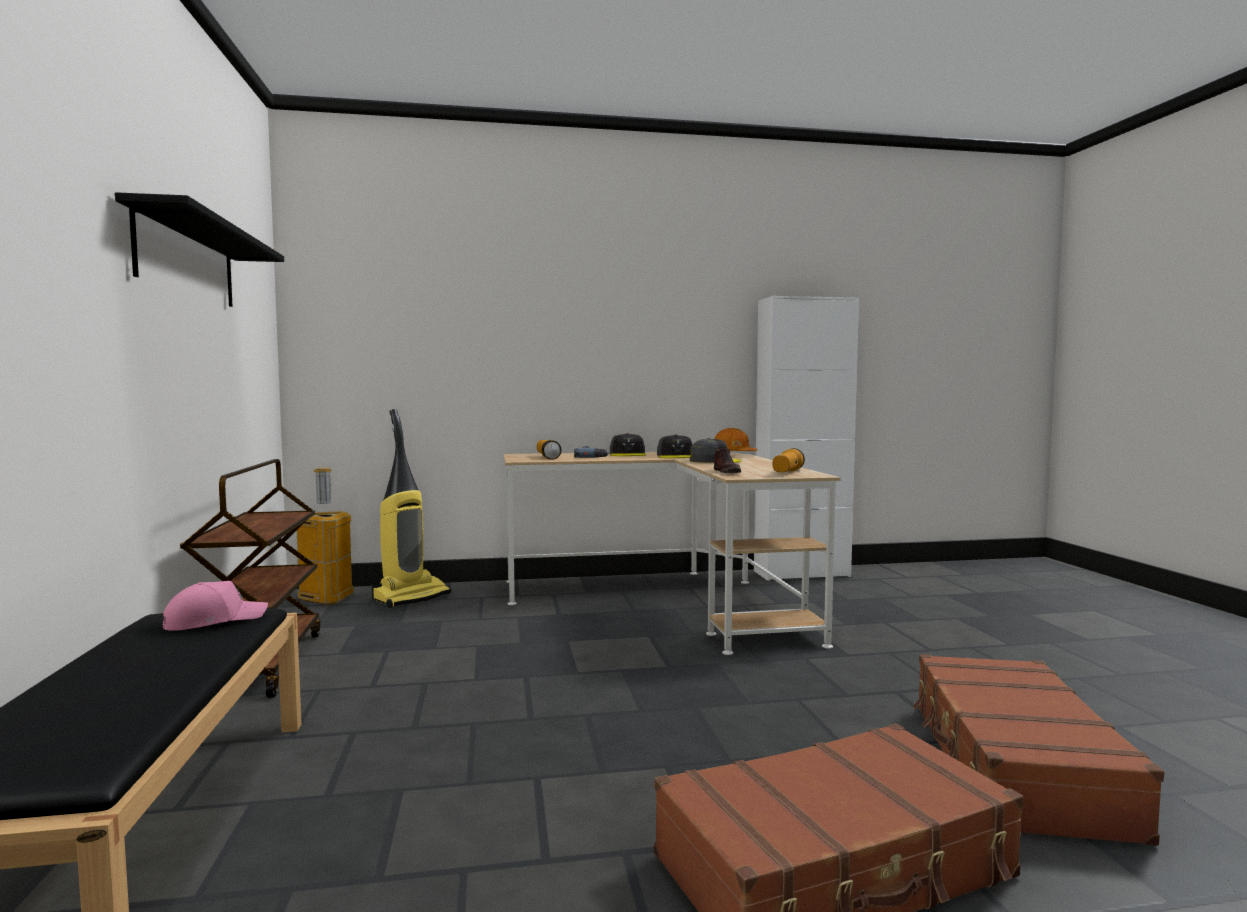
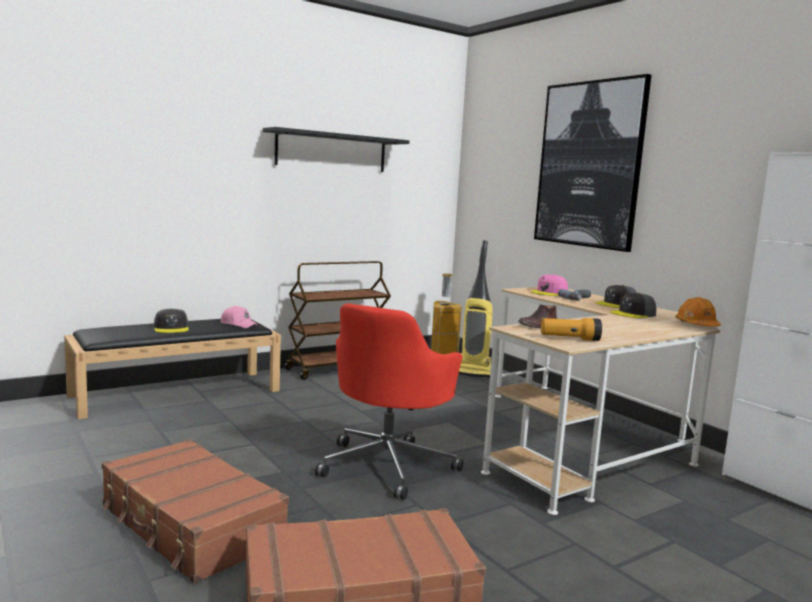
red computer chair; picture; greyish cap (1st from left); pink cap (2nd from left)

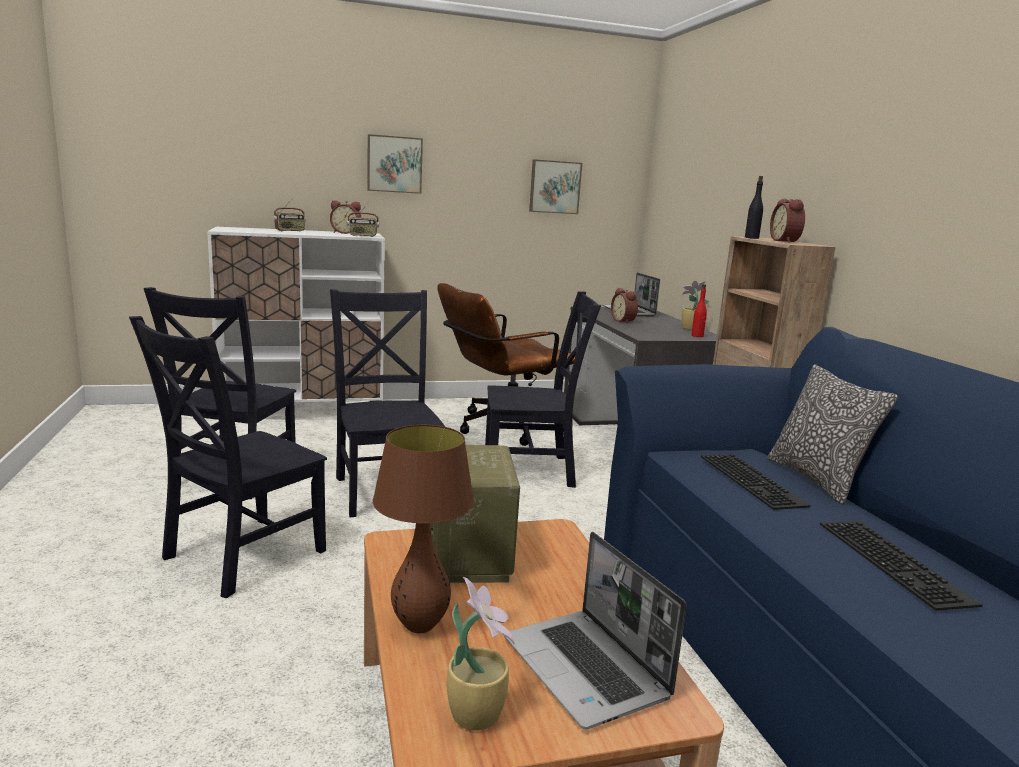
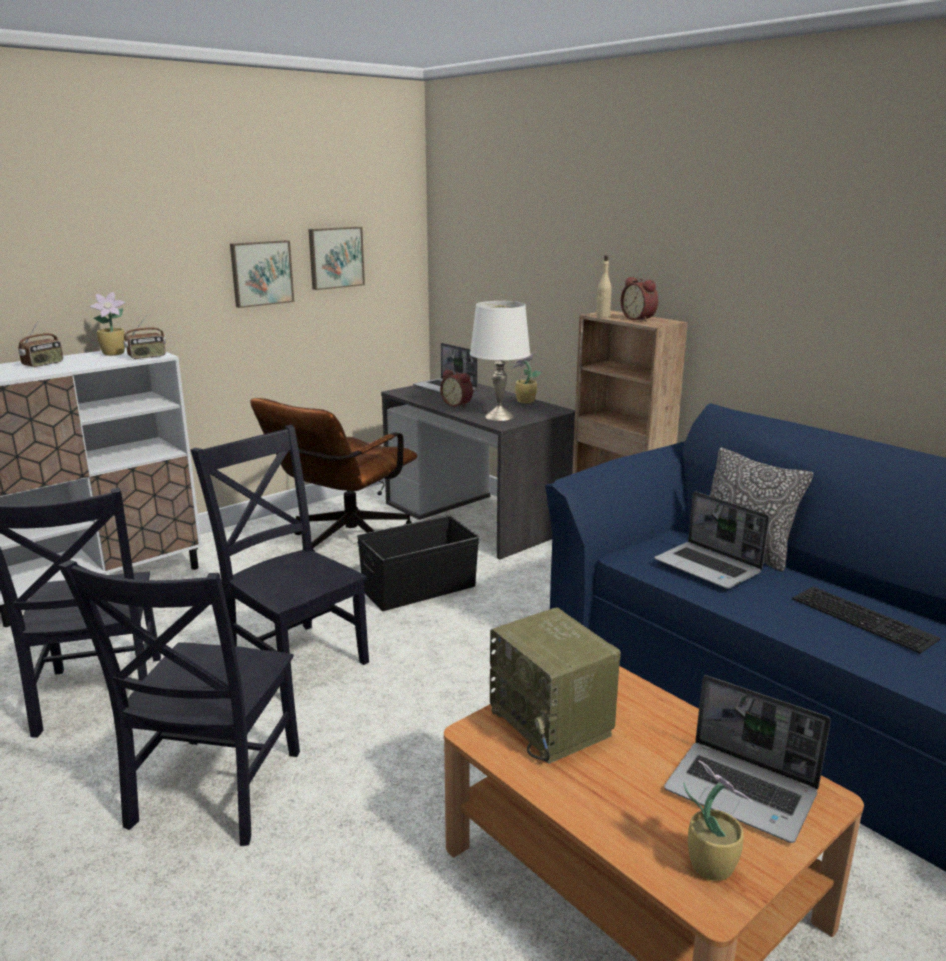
brown-coloured lamp for a table; red beverage bottle; white lamp for a table; picture (1st from left); potted plant (1st from left); black-coloured storage box; portable computer (2nd from left); sand-coloured beverage bottle

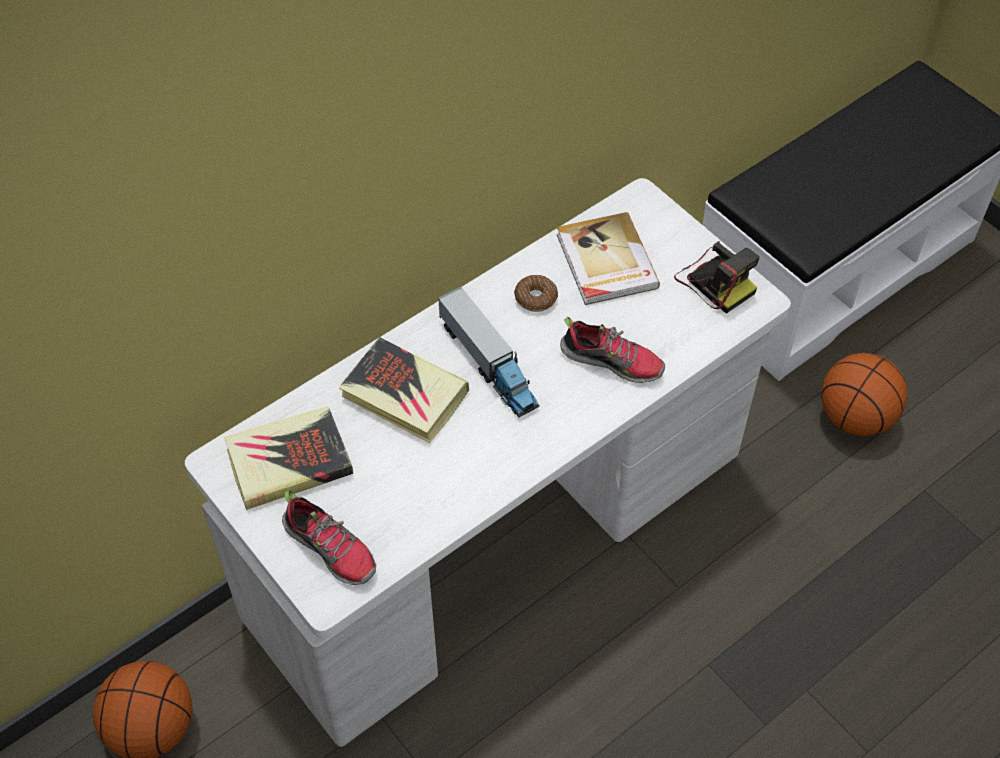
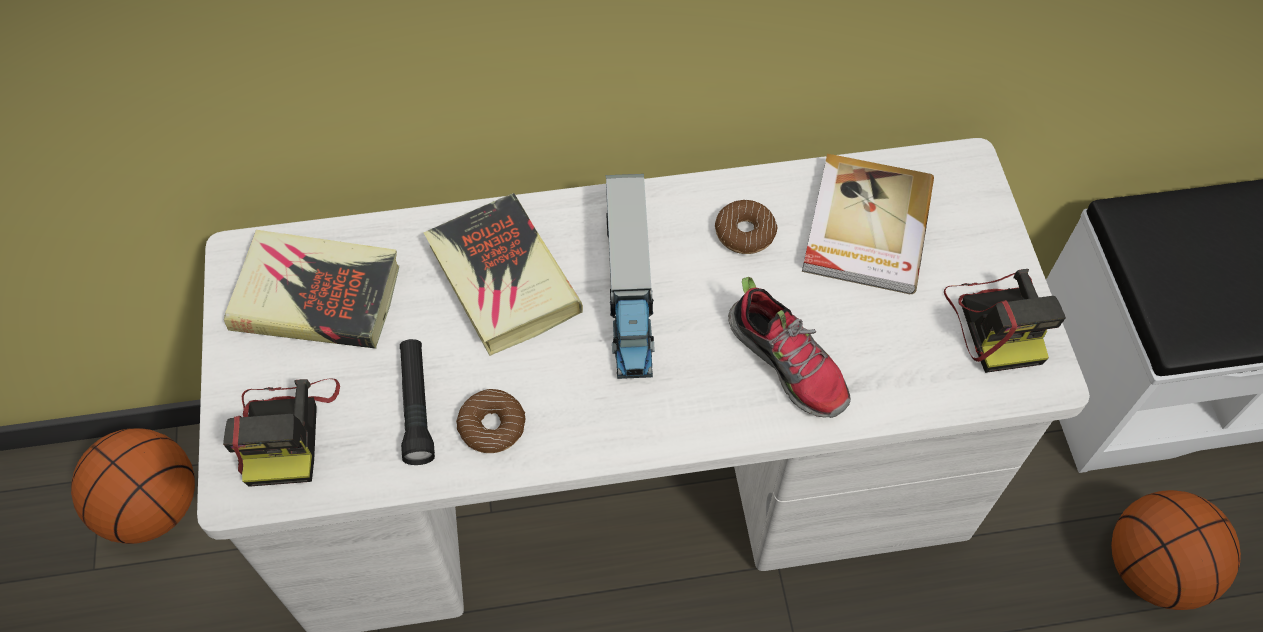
black-coloured hand torch; doughnut (1st from left); photo camera (1st from left)

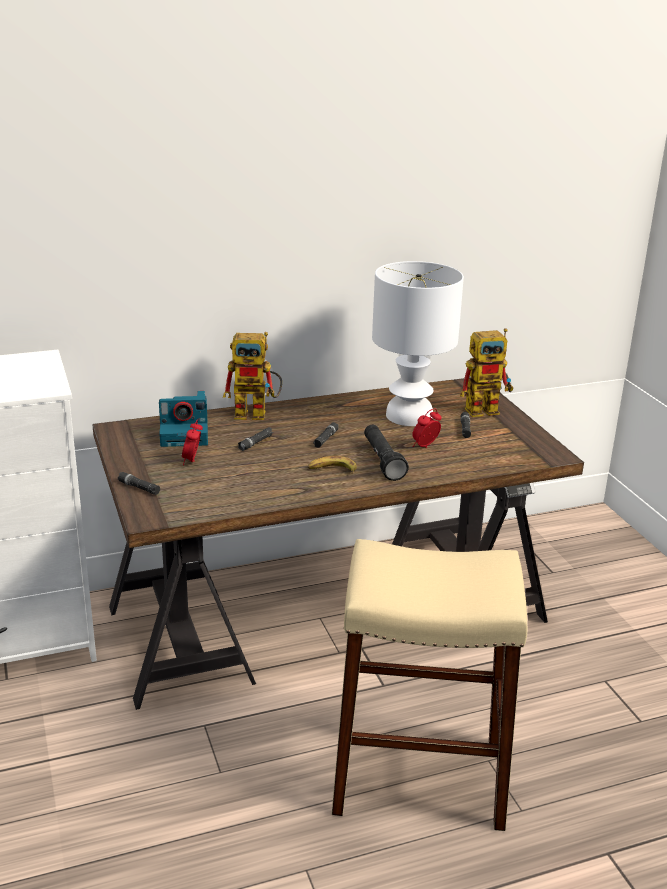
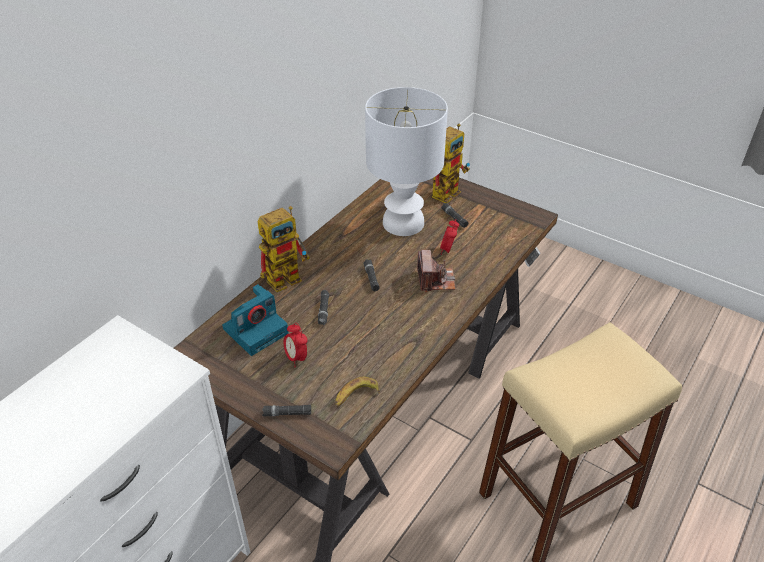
whole banana; photo camera (2nd from left)

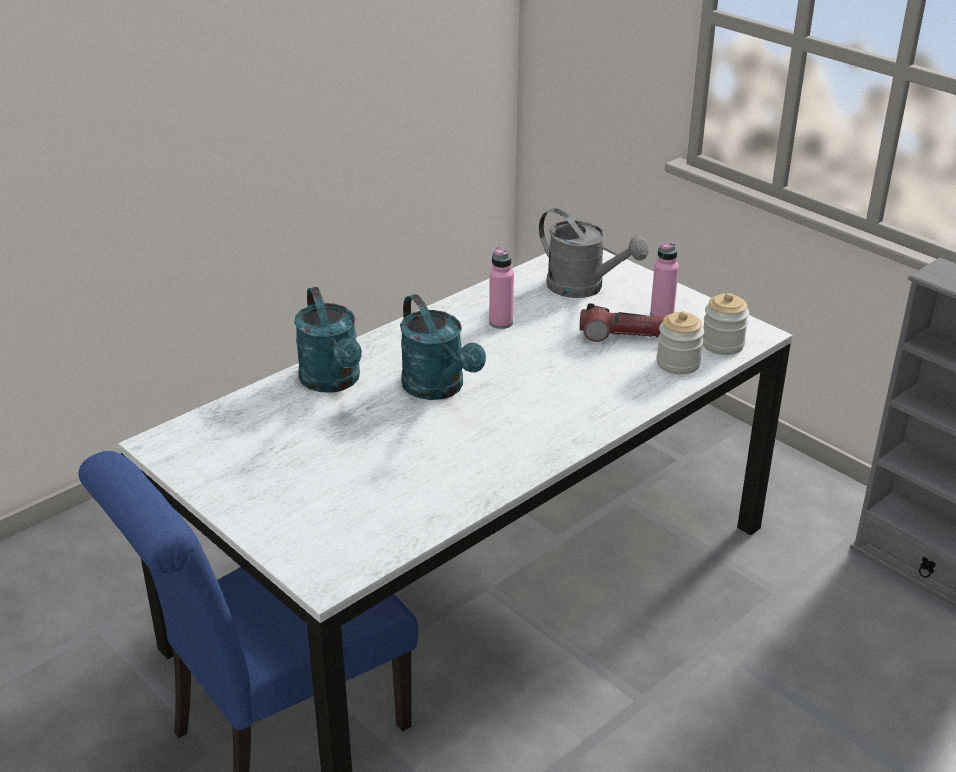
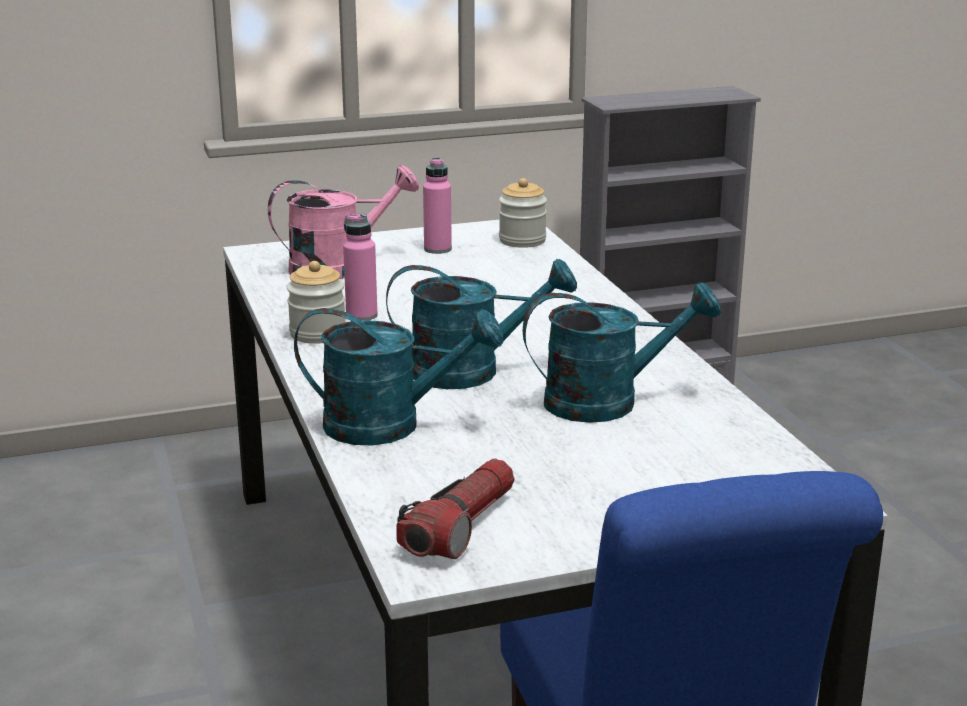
turquoise watering pot (3rd from left); hand torch; jar (1st from left); pink watering pot

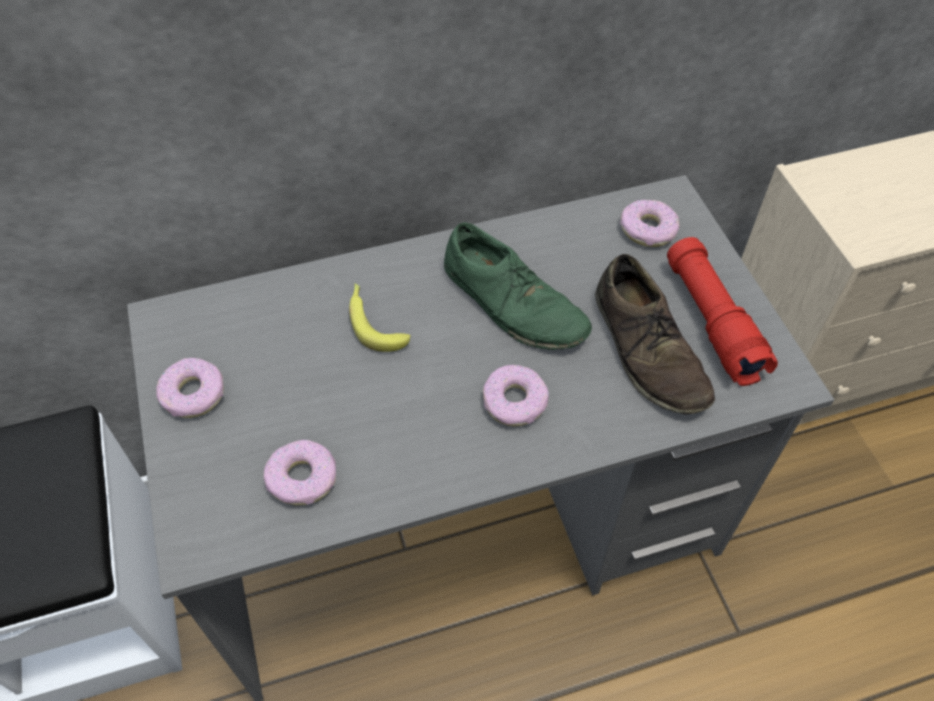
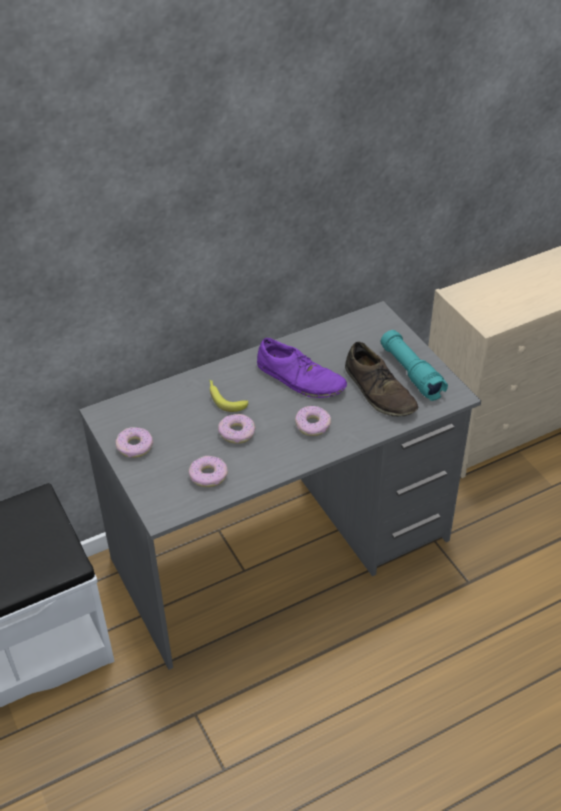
doughnut (3rd from left); purple-coloured shoe; turquoise hand torch

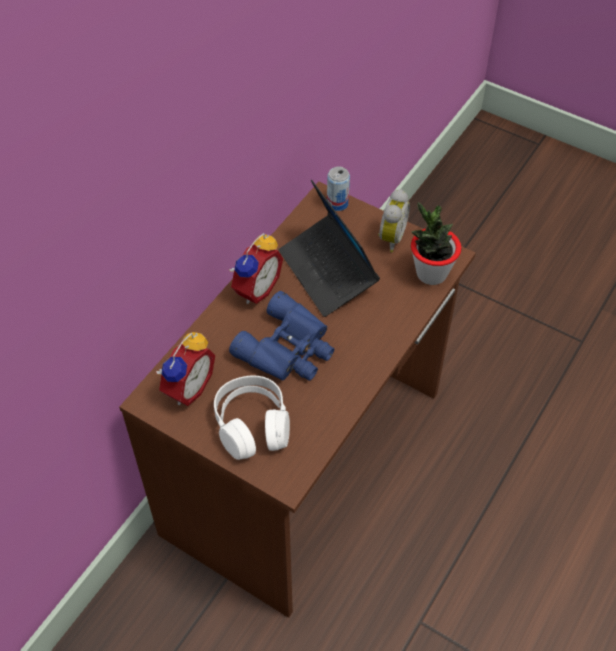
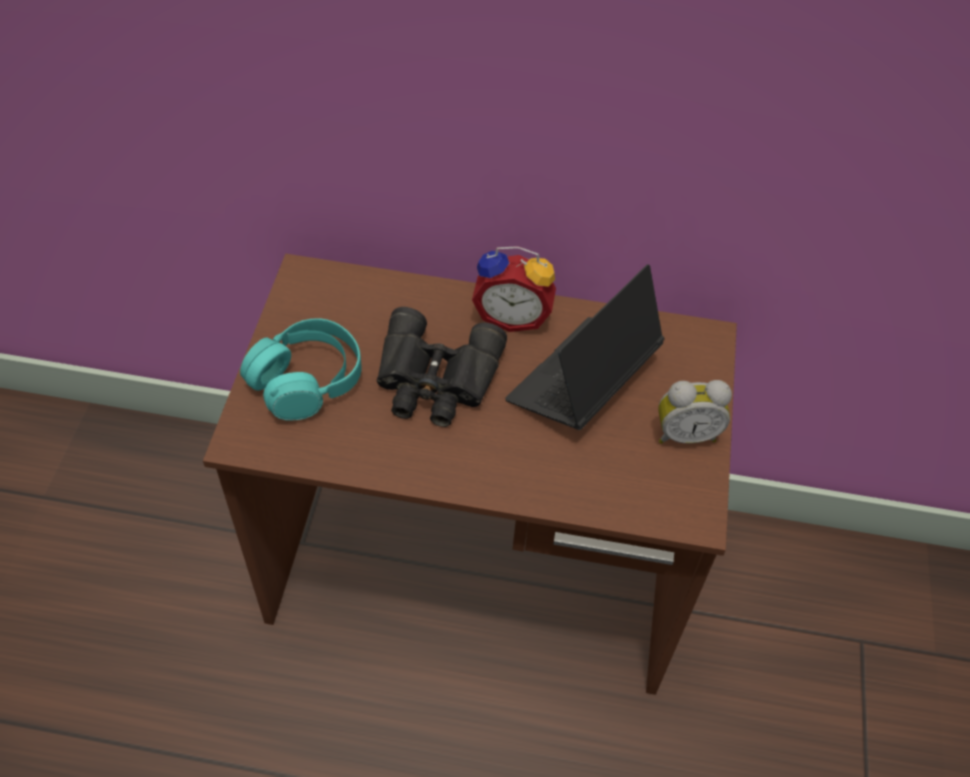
table clock (1st from left in the first image); sealed can; potted plant; turquoise headset; black-coloured pair of binoculars

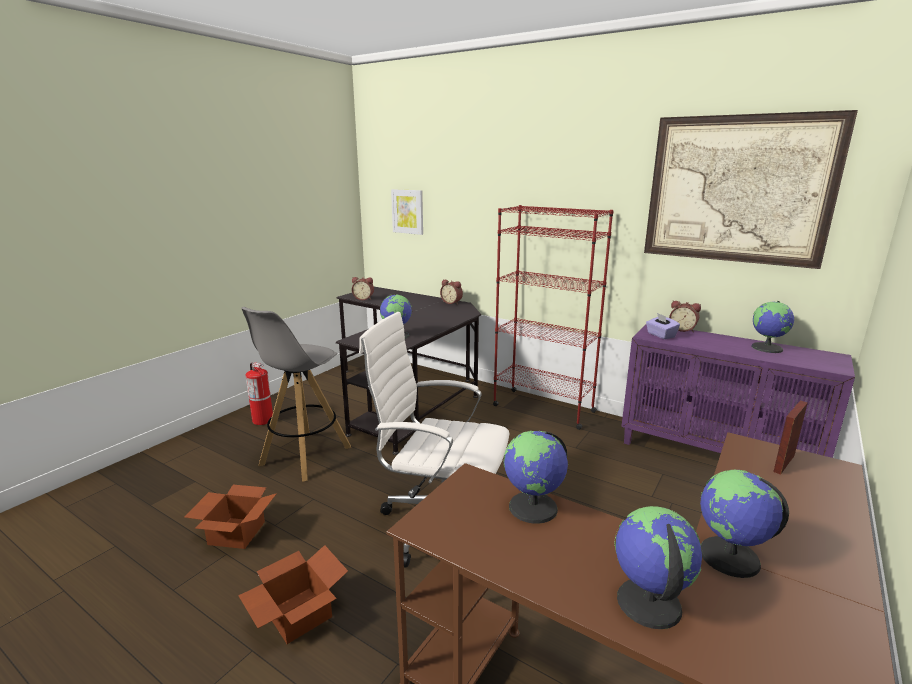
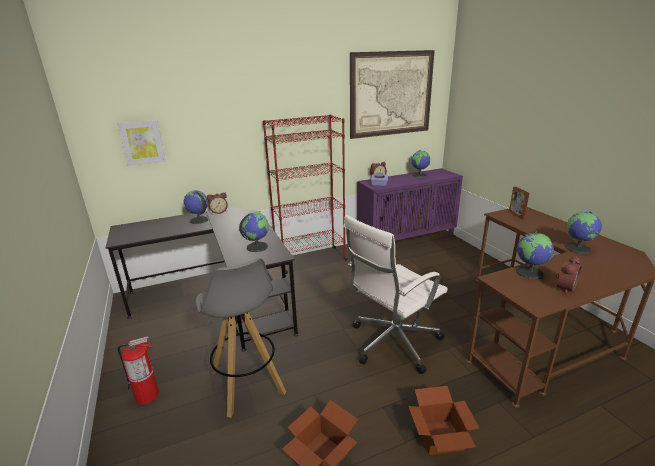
table clock (3rd from left); desk globe (1st from left)

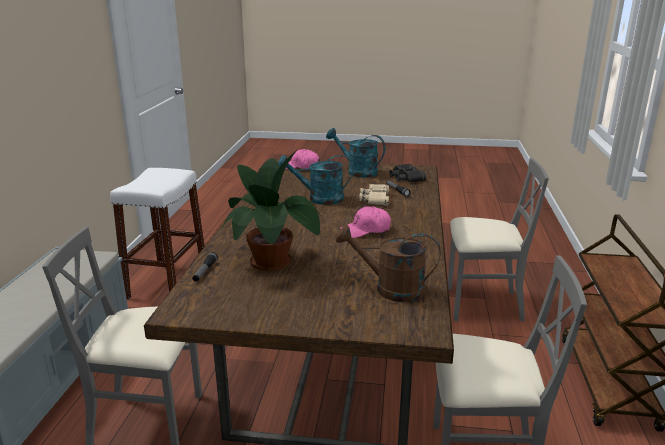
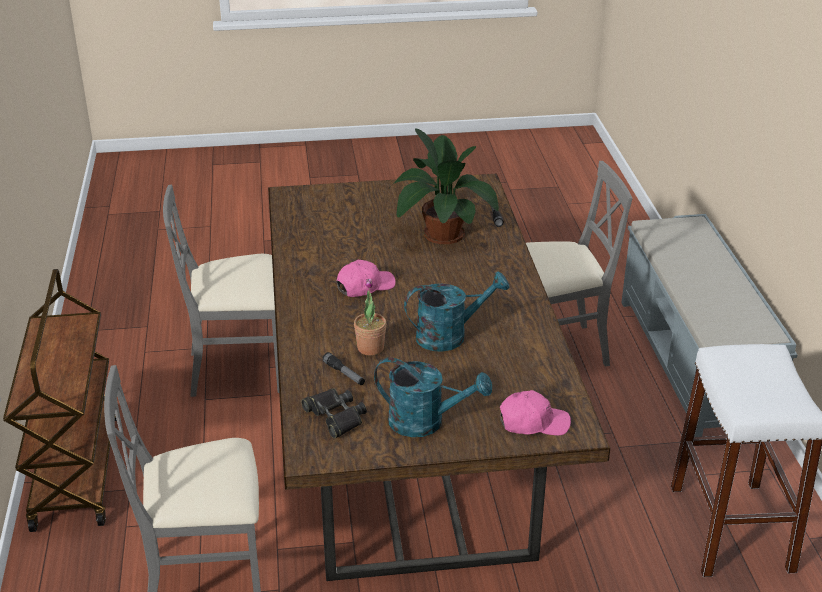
brown-coloured watering pot; potted plant (1st from left)

